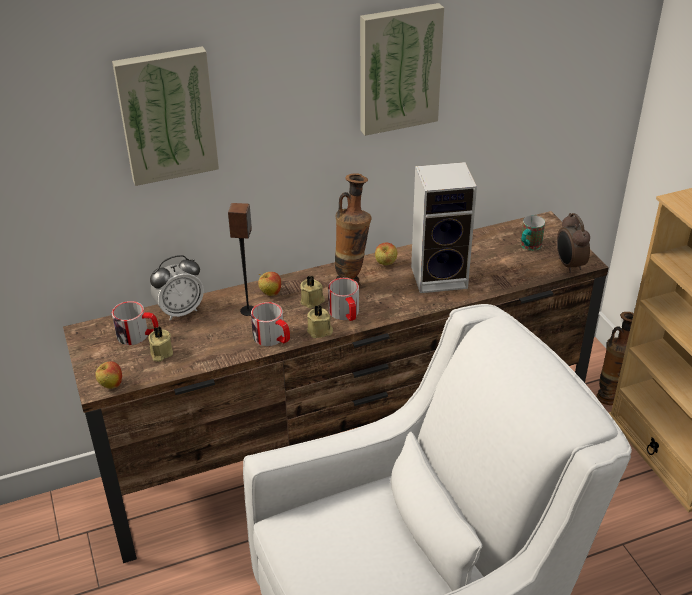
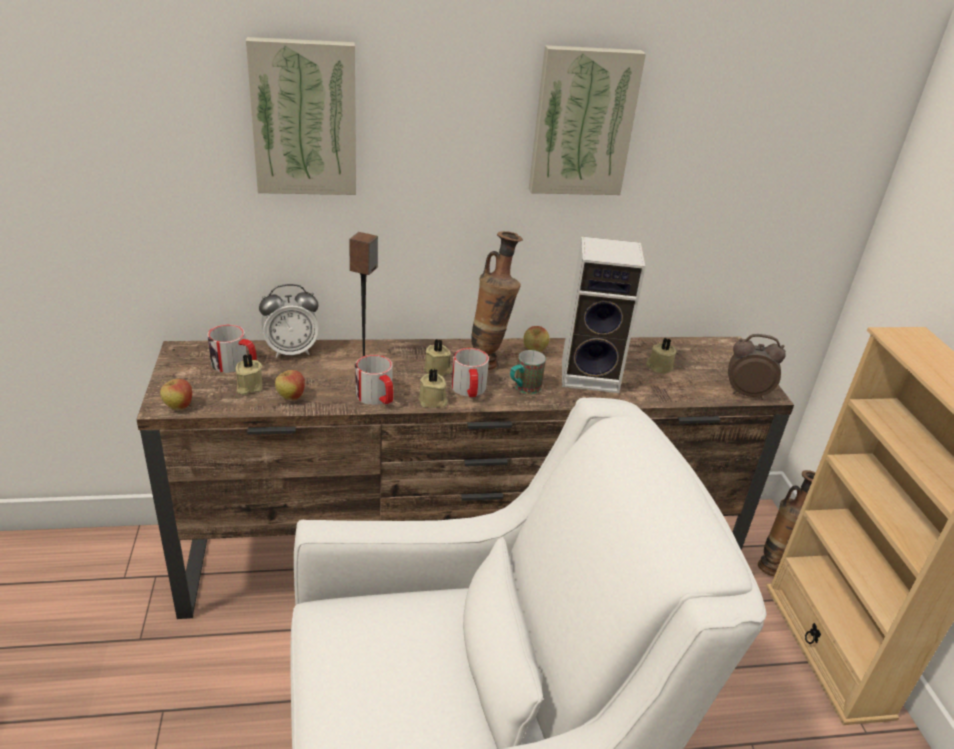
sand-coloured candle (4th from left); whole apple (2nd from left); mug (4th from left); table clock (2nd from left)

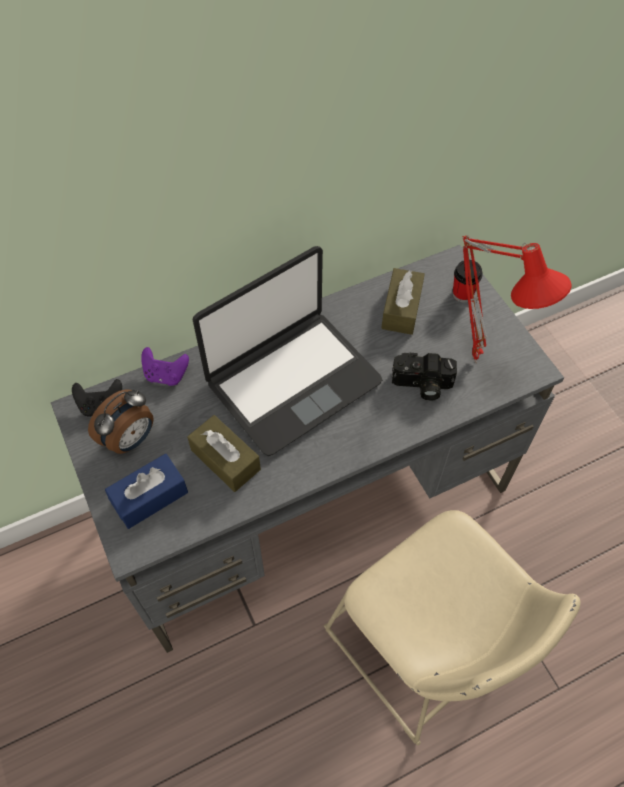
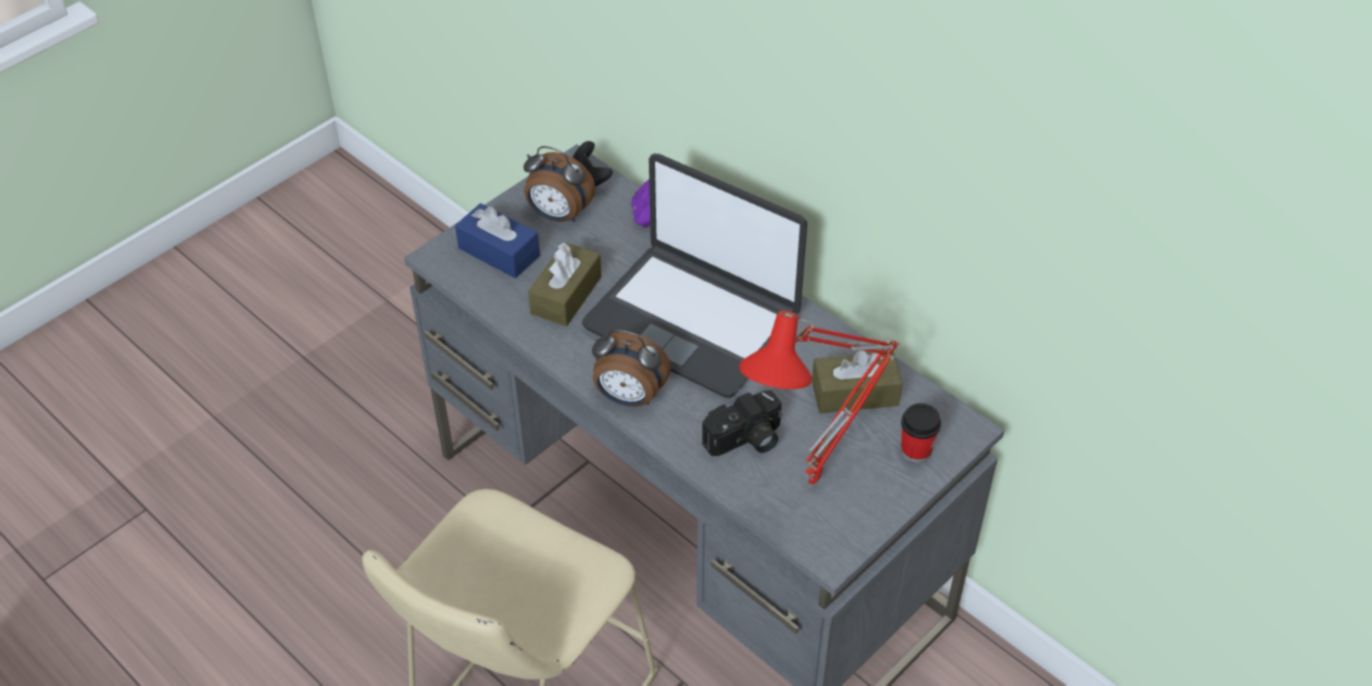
table clock (2nd from left); photo camera

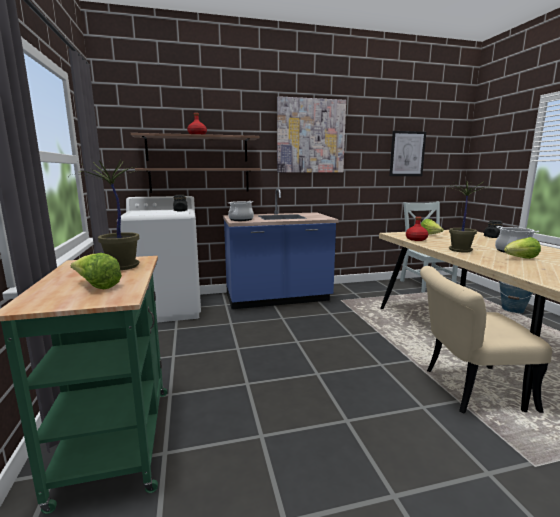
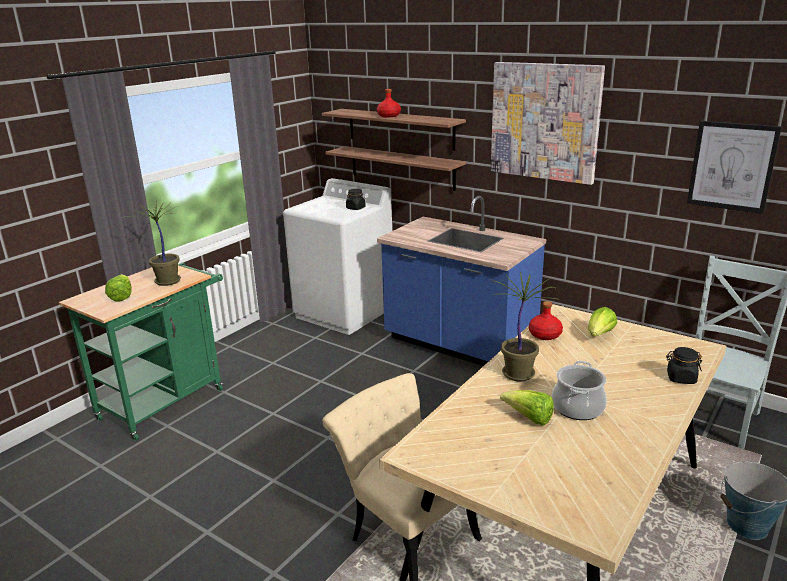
stockpot (1st from left in the first image)

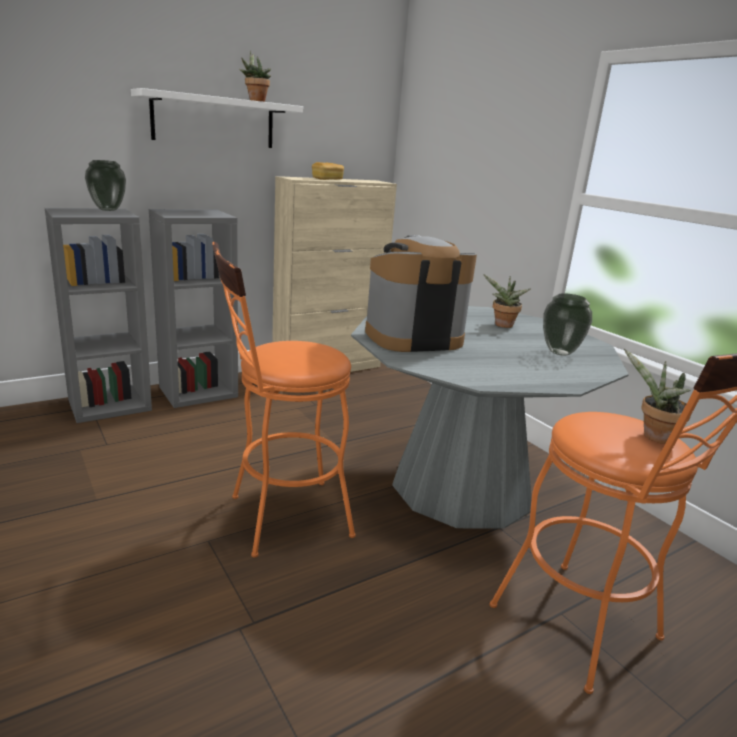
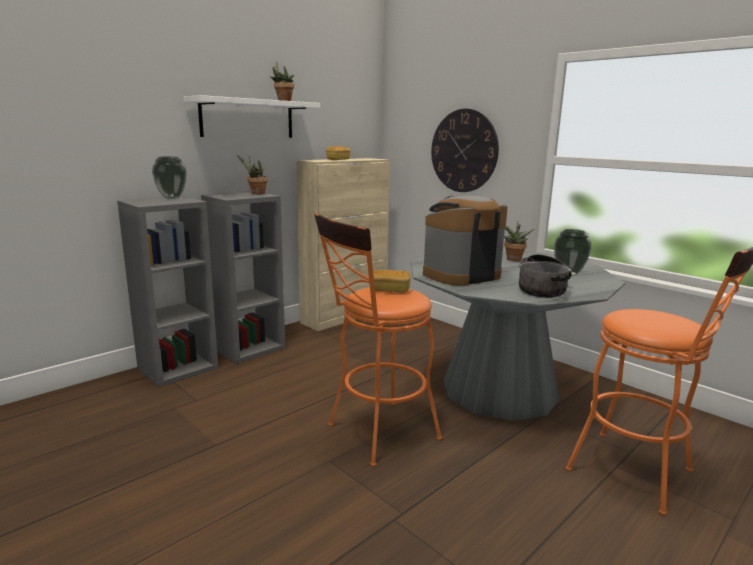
bread (2nd from left); hanging clock; stockpot; potted plant (1st from left)

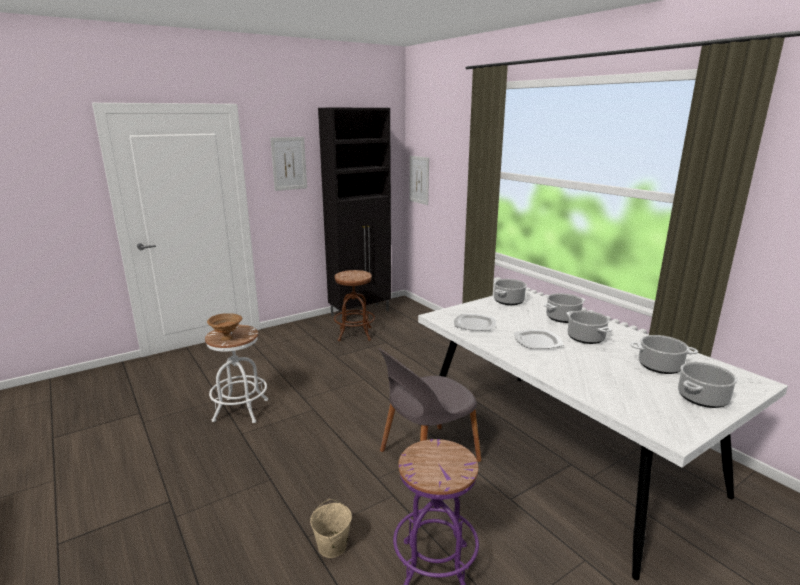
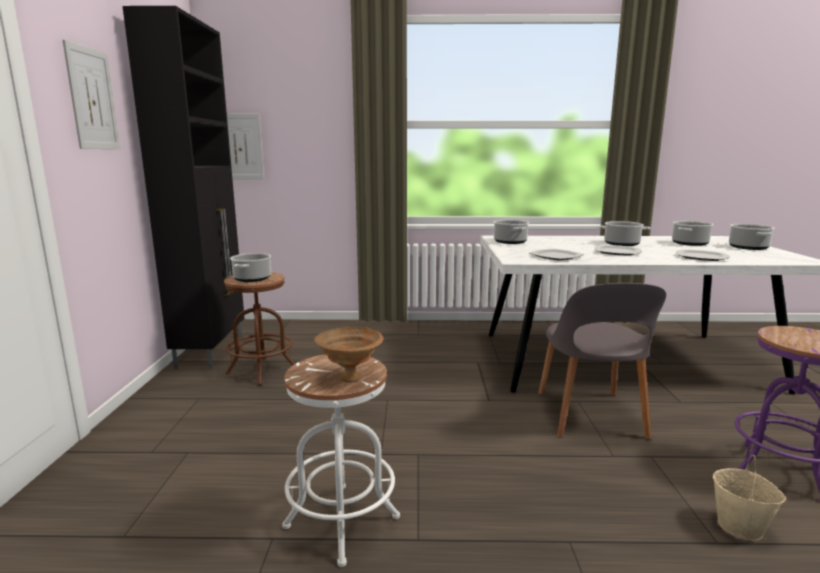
plate (3rd from left); stockpot (1st from left)

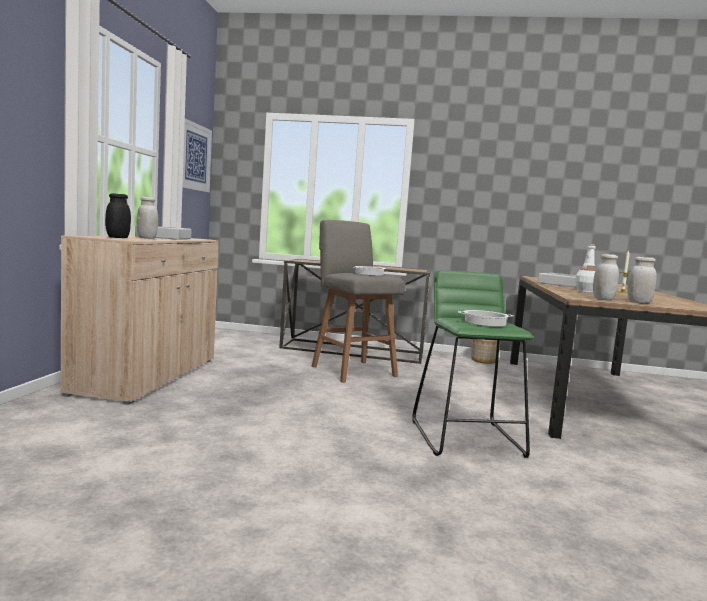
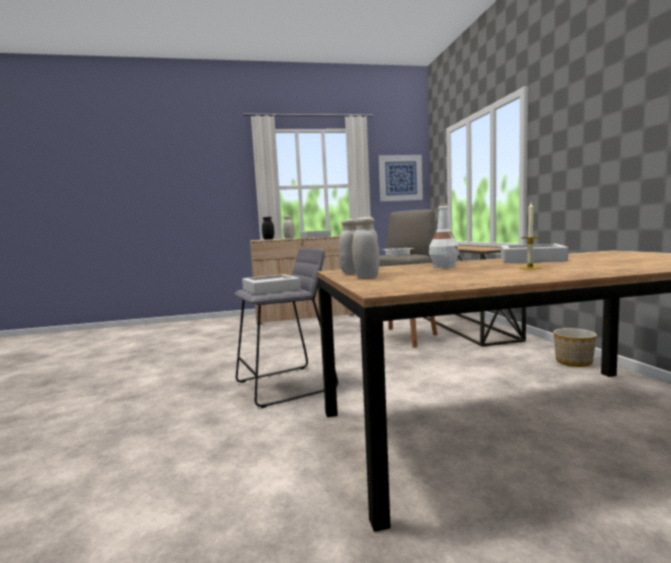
greyish tray (1st from left); greyish stool (1st from left)

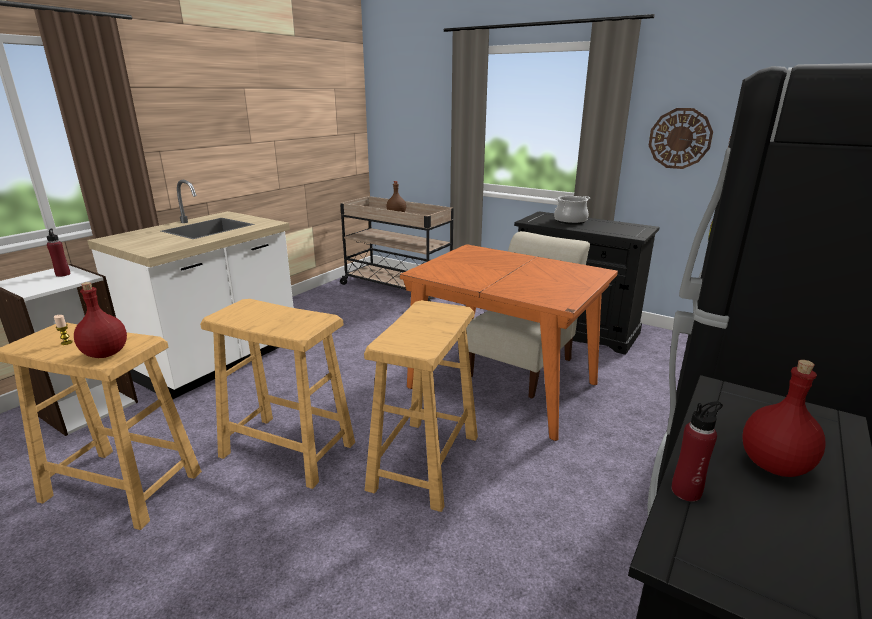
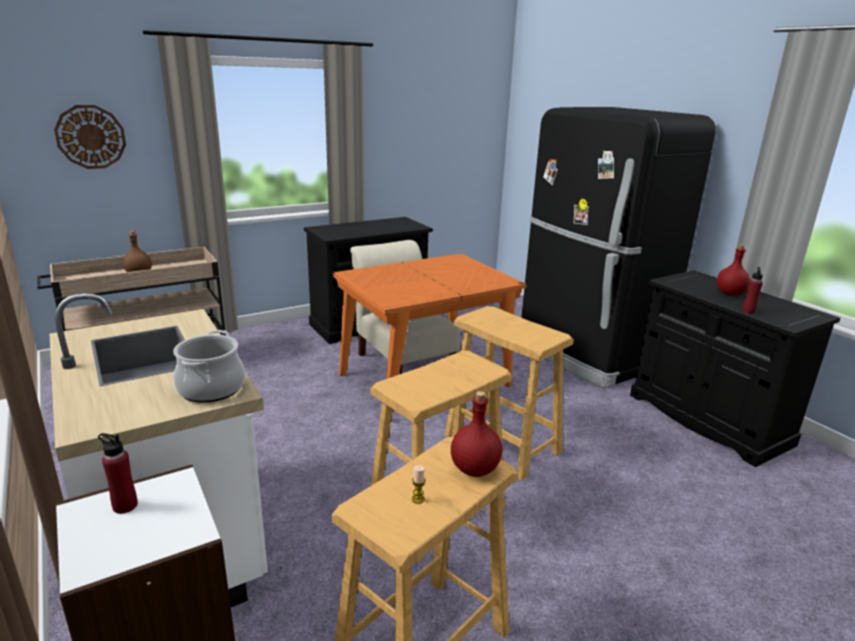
stockpot; hanging clock

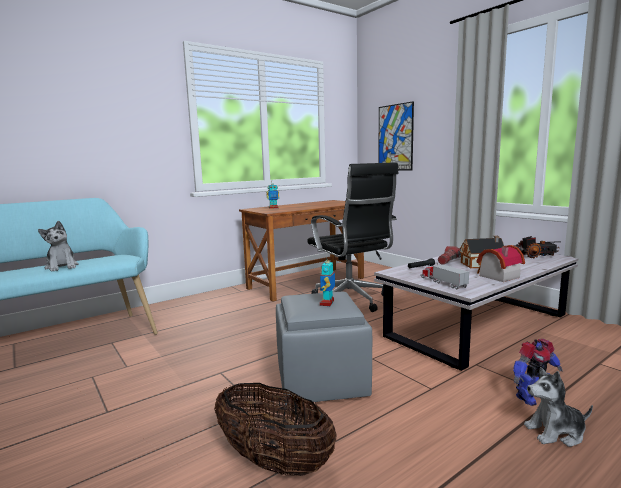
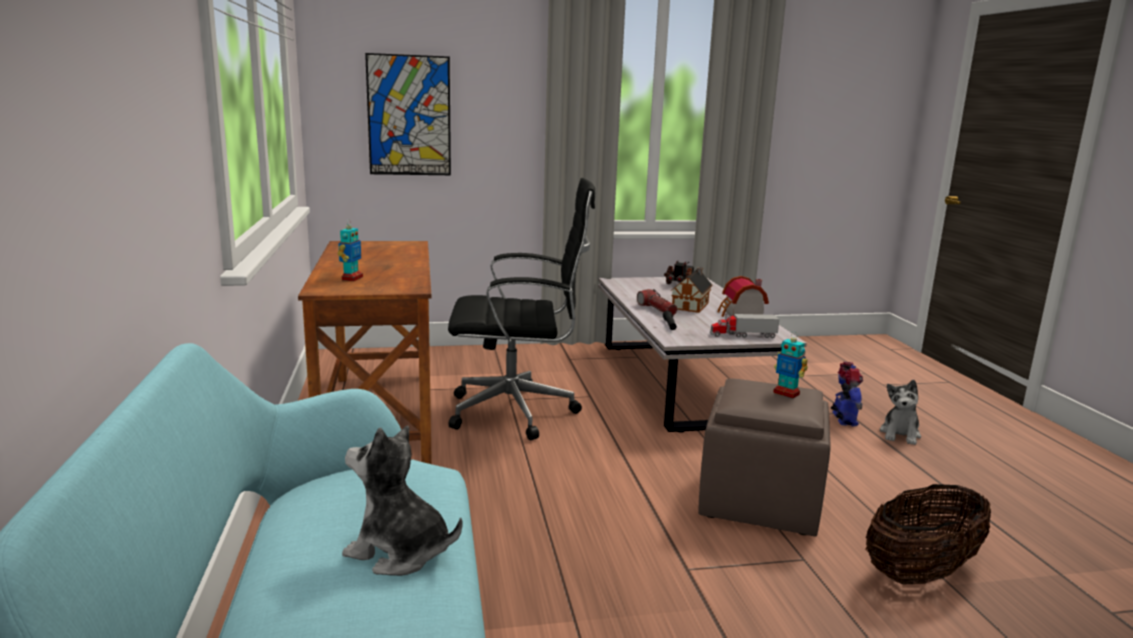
brown-coloured ottoman; soft toy (1st from left)

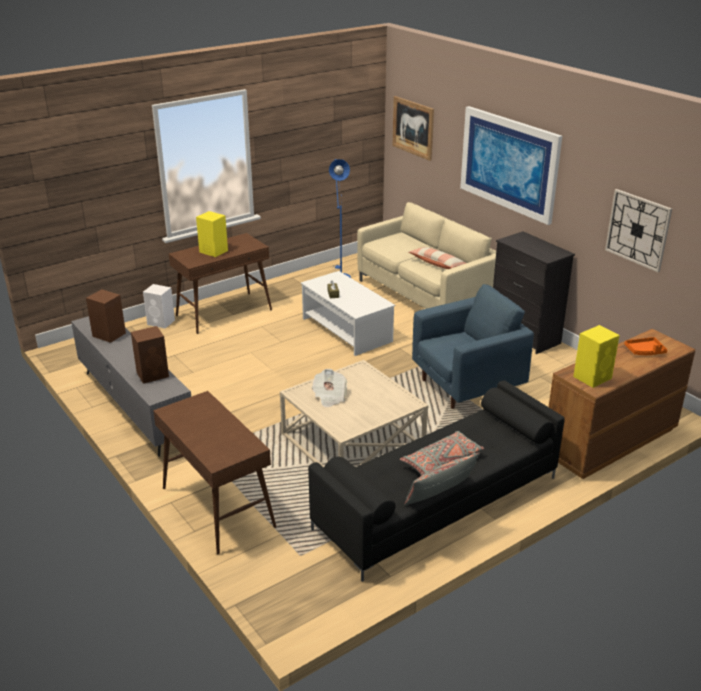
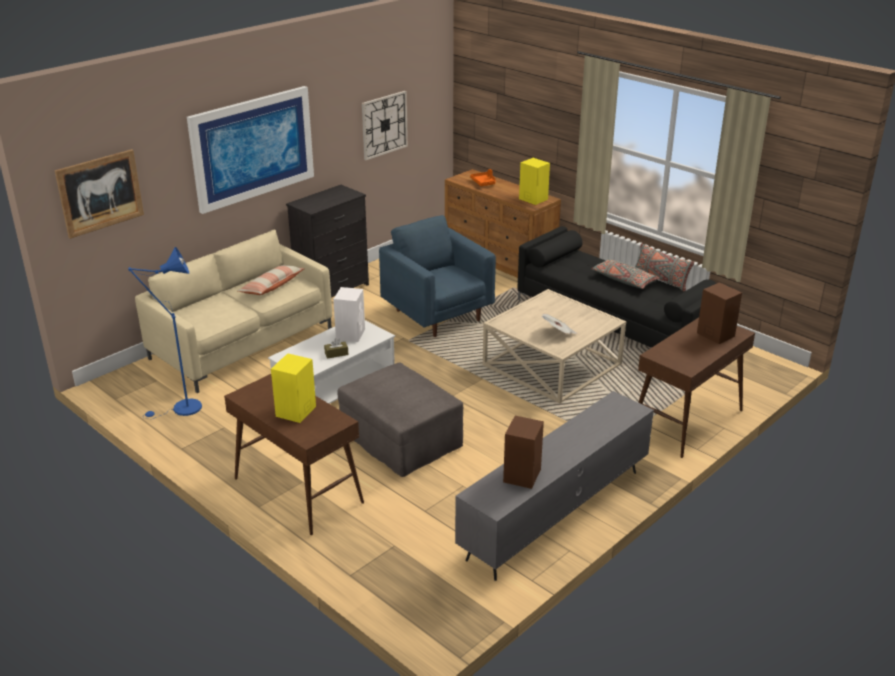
greyish ottoman; brown-coloured speaker (2nd from left); white speaker

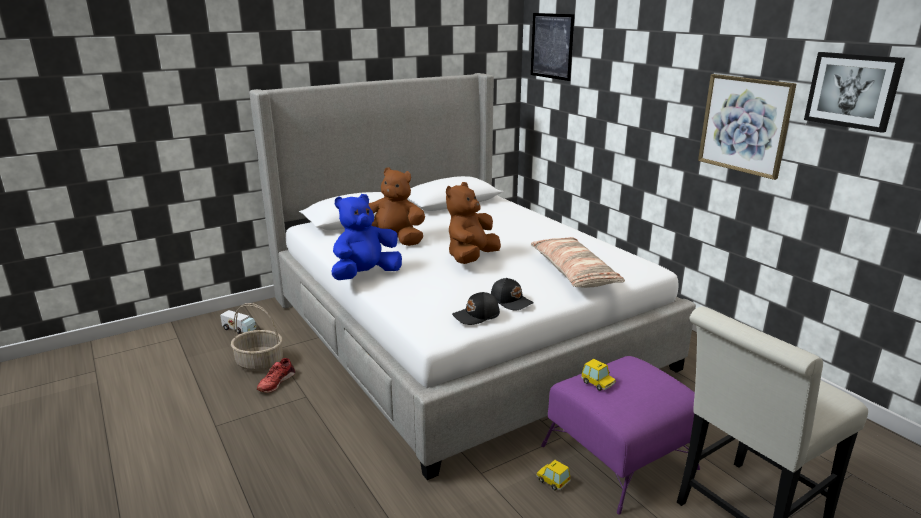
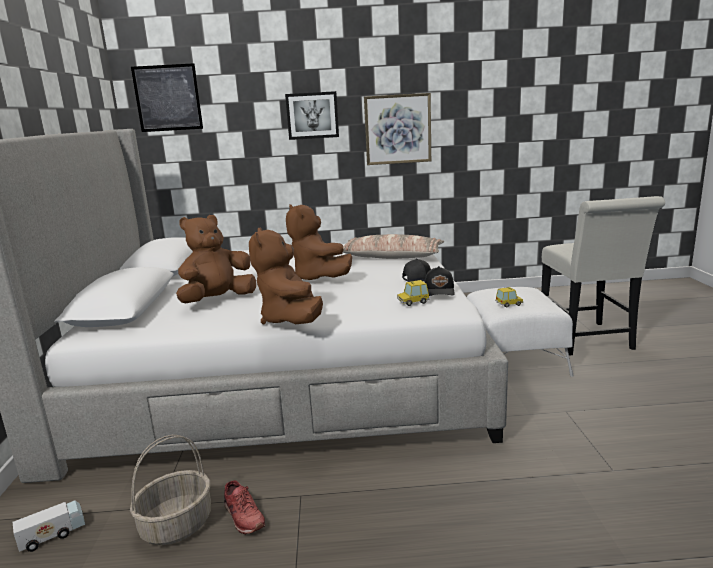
miniature car (1st from left); picture (2nd from left); brown-coloured soft toy (2nd from left); white ottoman

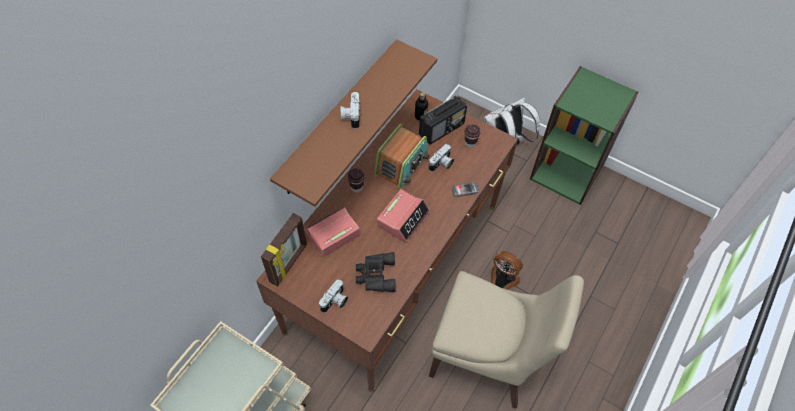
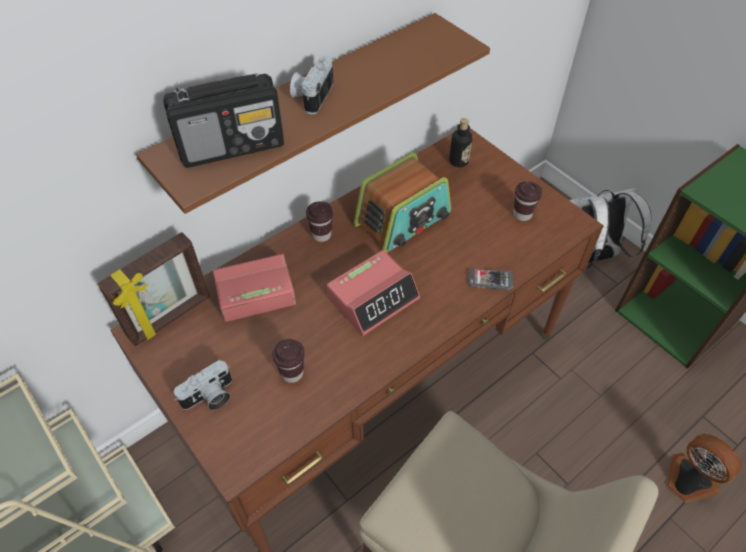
photo camera (3rd from left in the first image); radio set (1st from left); cooling fan; brown-coloured cup (1st from left)

